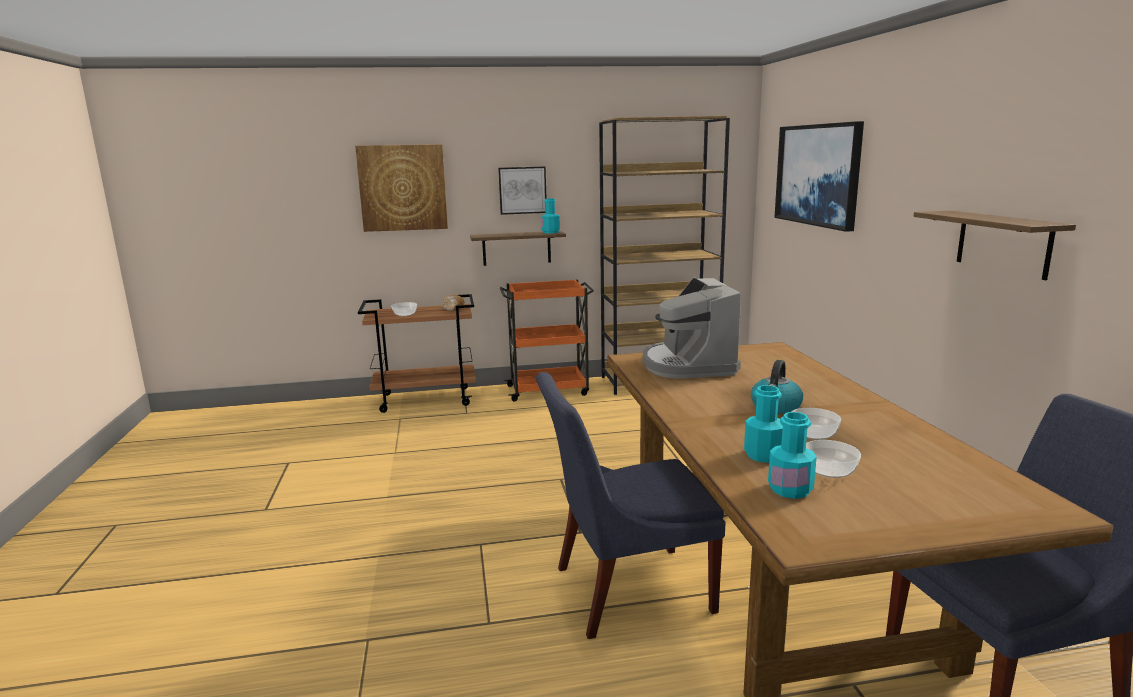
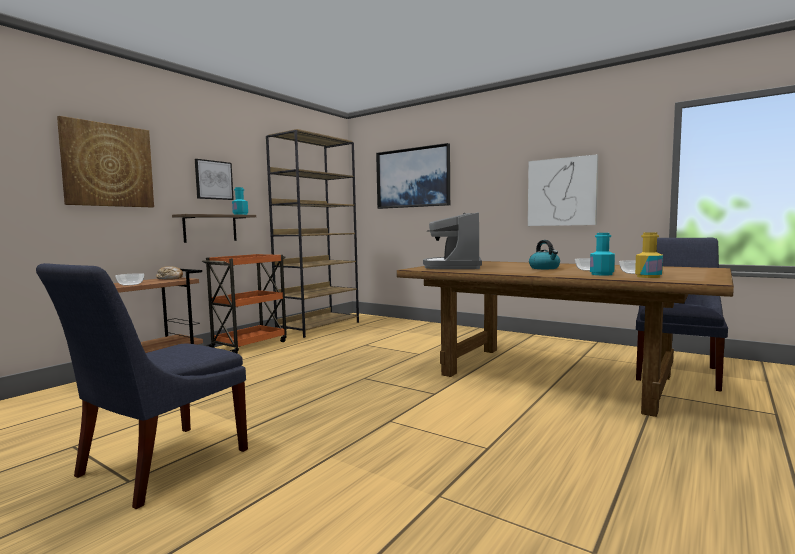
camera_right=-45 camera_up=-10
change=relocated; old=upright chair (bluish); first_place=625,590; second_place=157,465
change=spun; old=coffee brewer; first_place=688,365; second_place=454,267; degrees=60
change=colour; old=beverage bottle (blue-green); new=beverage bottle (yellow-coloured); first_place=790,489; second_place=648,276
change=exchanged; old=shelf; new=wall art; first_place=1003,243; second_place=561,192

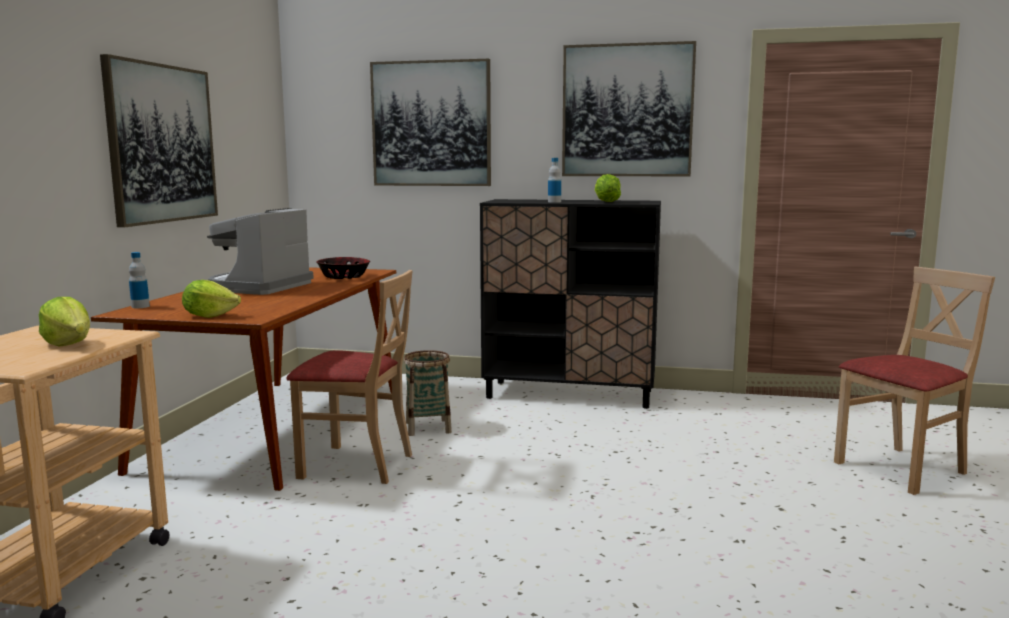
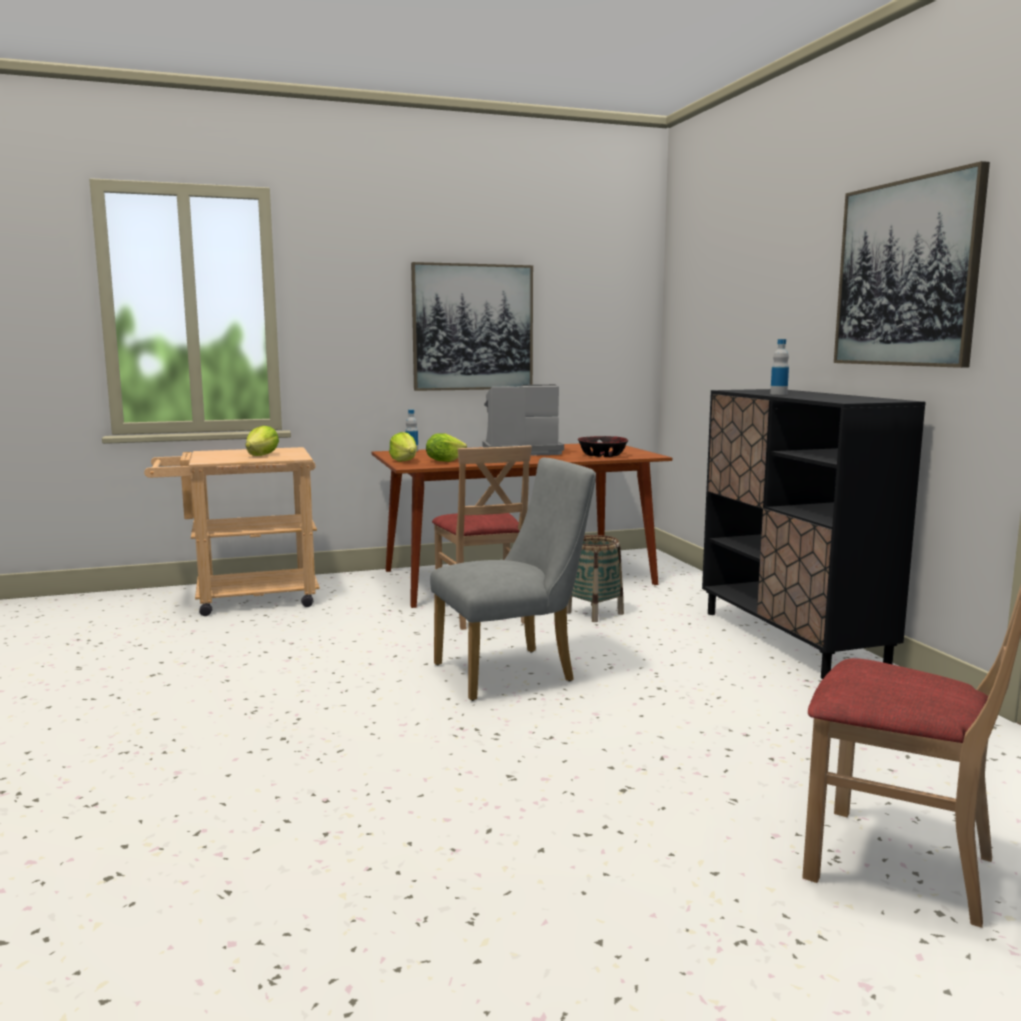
camera_right=60 camera_up=0
change=missing; old=wall art; first_place=431,124
change=relocated; old=lettuce head; first_place=606,202; second_place=444,461
change=appeared; new=upright chair (greyish); second_place=514,672

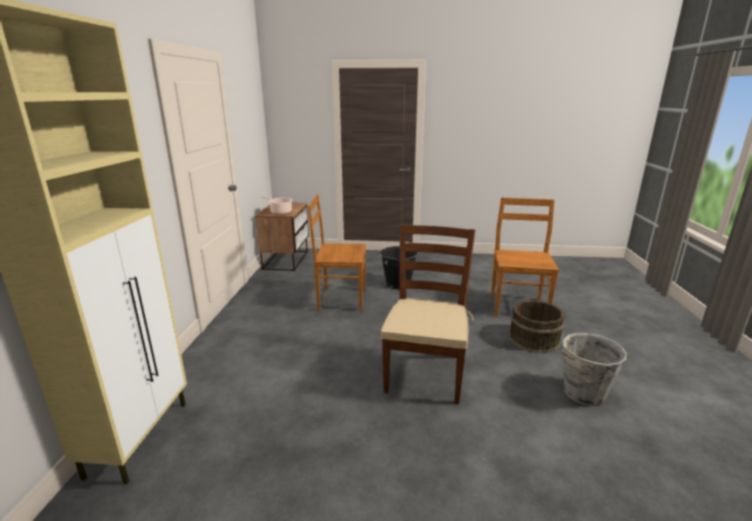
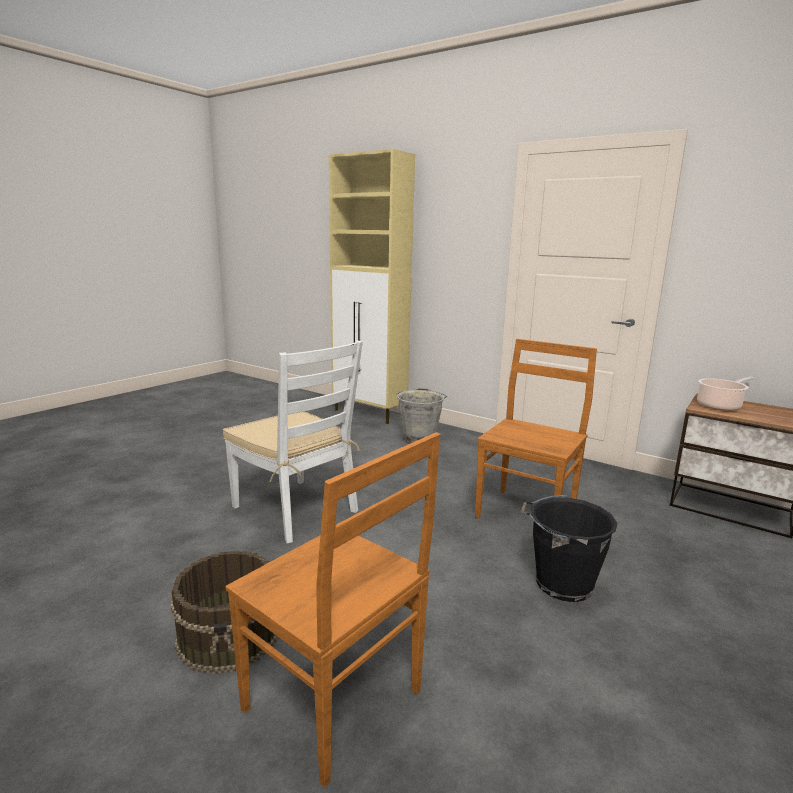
camera_right=120 camera_up=-5
change=colour; old=upright chair (brown-coloured); new=upright chair (white); first_place=425,372; second_place=296,509
change=relocated; old=bucket (greyish); first_place=582,393; second_place=419,438

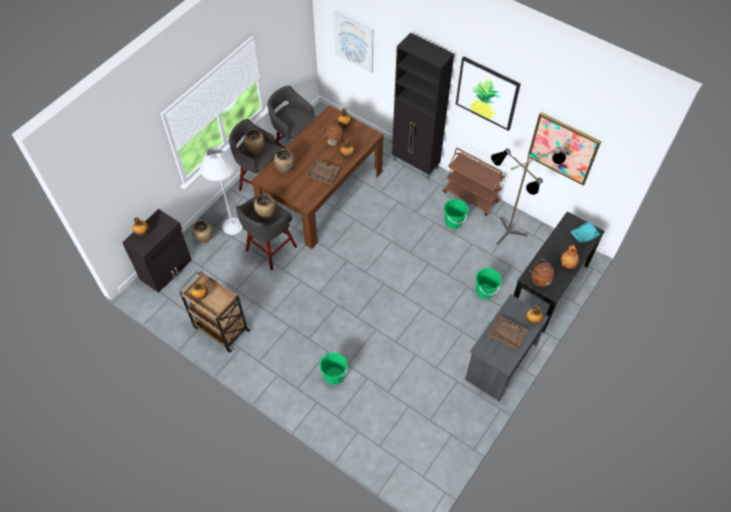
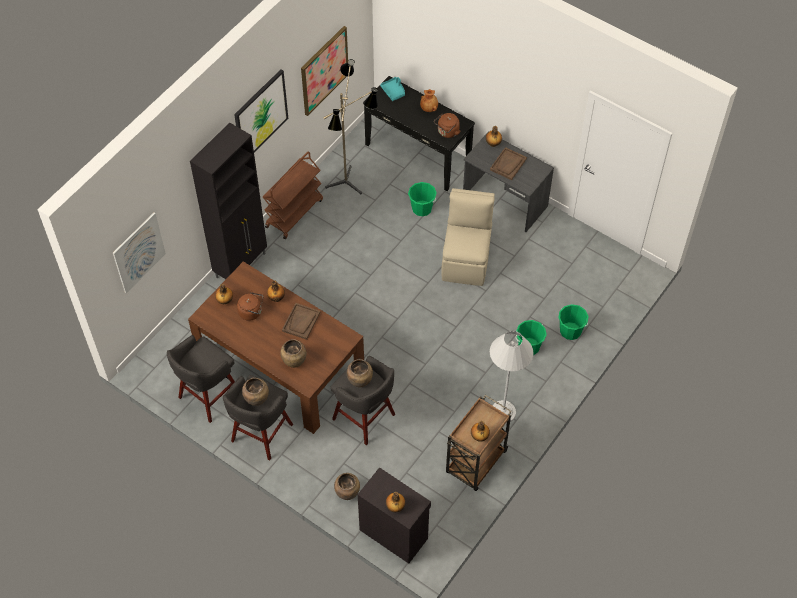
camera_right=-90 camera_up=0
change=relocated; old=floor lamp (white); first_place=232,226; second_place=503,412
change=relocated; old=bucket (green); first_place=453,222; second_place=570,331
change=appeared; new=upright chair (sand-coloured); second_place=466,260

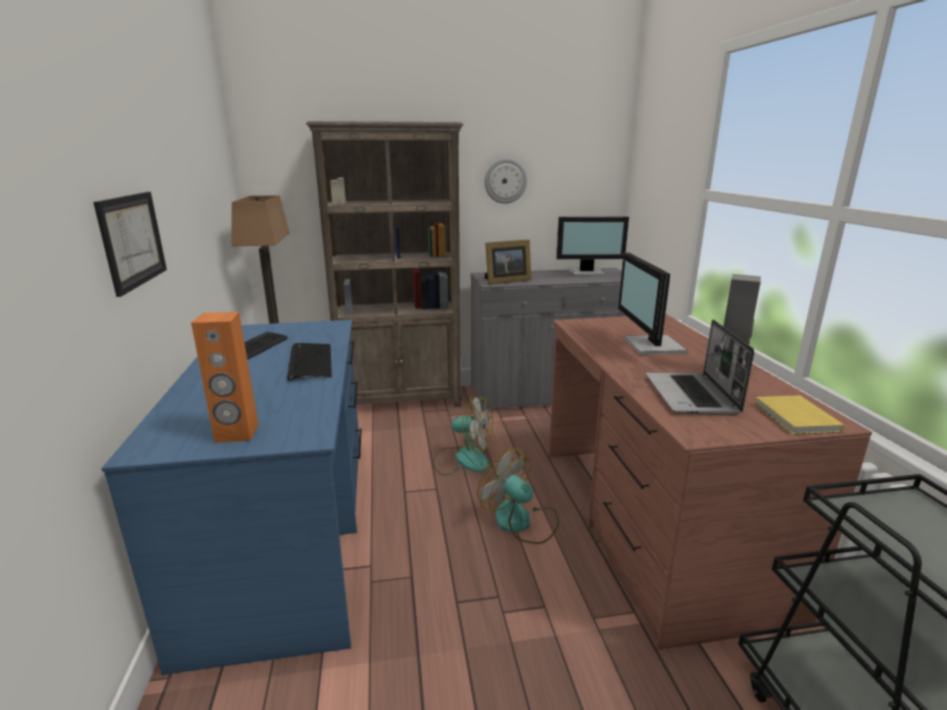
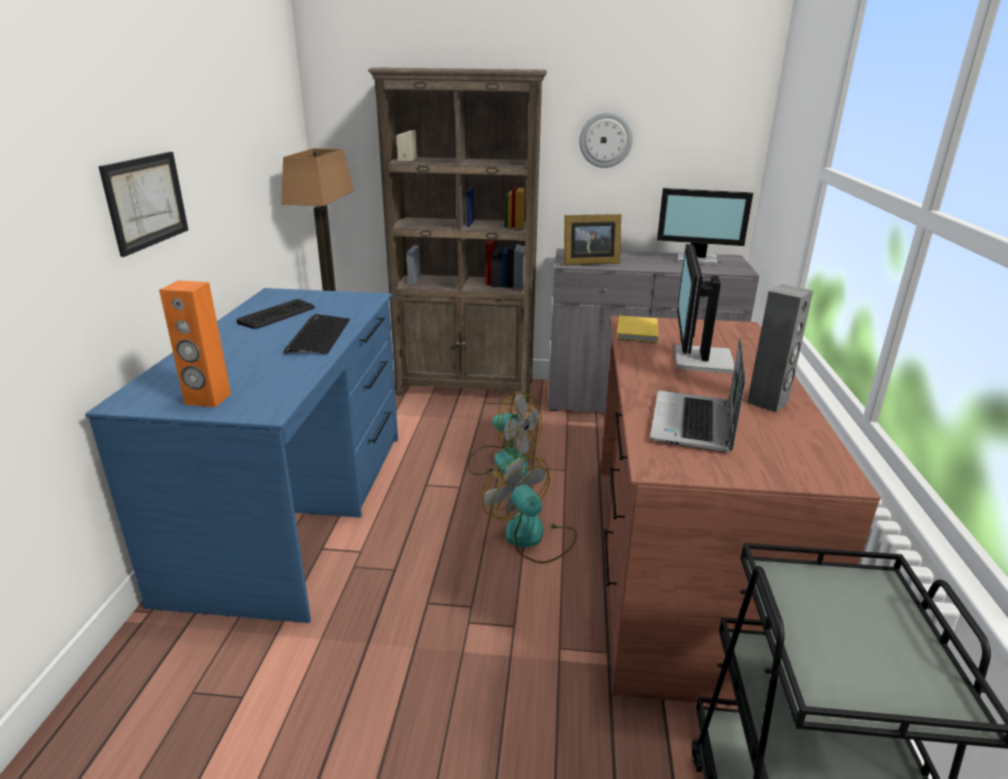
camera_right=15 camera_up=5
change=relocated; old=volume (yellow-coloured); first_place=795,418; second_place=636,332

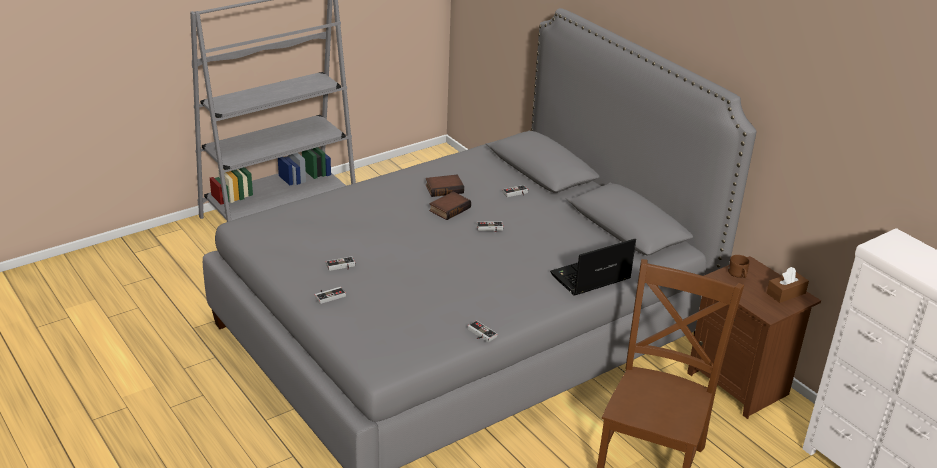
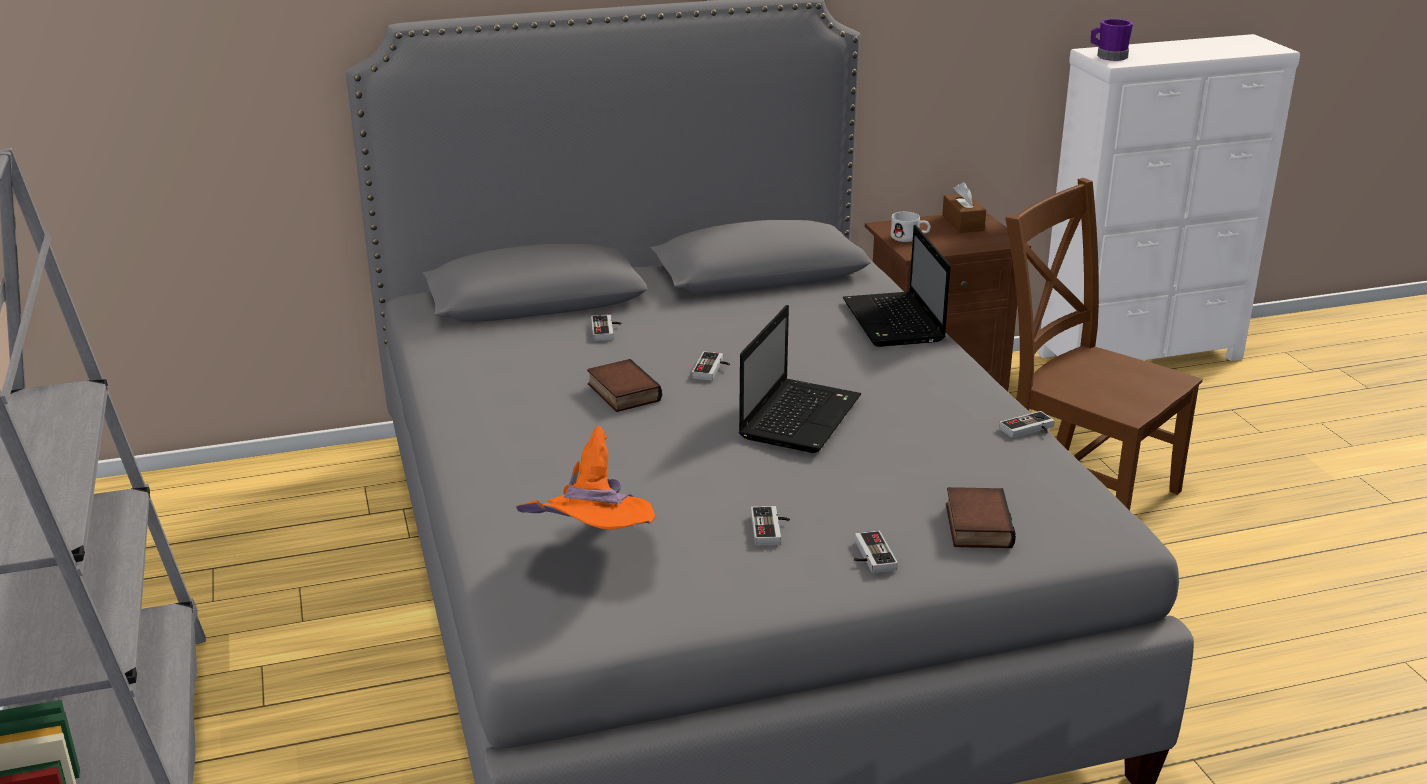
camera_right=-70 camera_up=-5
change=relocated; old=volume; first_place=444,188; second_place=975,525
change=colour; old=coffee mug (brown-coloured); new=coffee mug (white); first_place=738,275; second_place=910,238
change=appeared; new=hat (orange); second_place=595,552
change=appeared; new=laptop; second_place=800,416
change=appeared; new=coffee mug (purple); second_place=1108,56

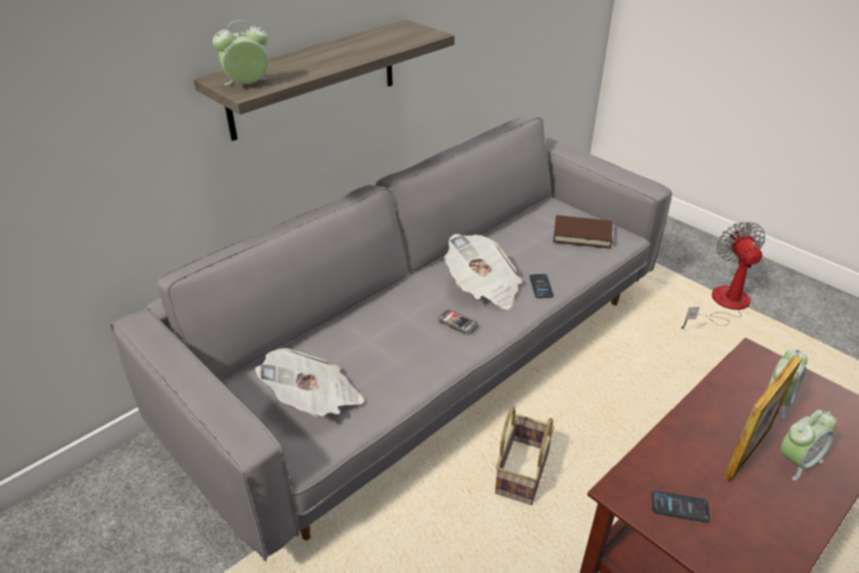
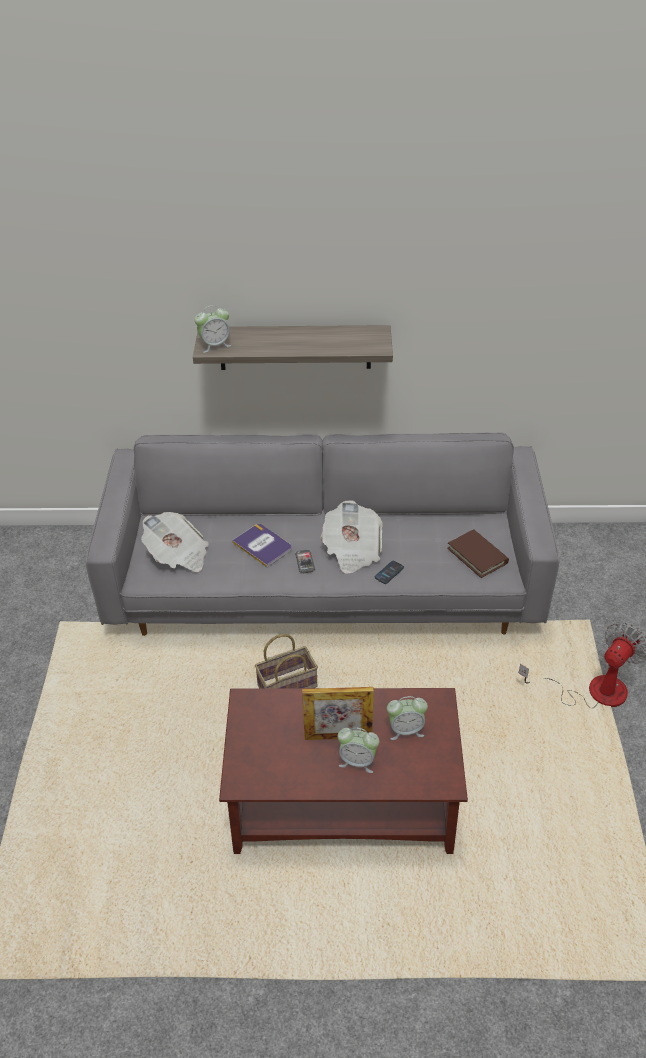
camera_right=45 camera_up=5
change=spun; old=table clock; first_place=248,85; second_place=215,345; degrees=135
change=missing; old=handset; first_place=679,507
change=appeared; new=volume; second_place=262,545

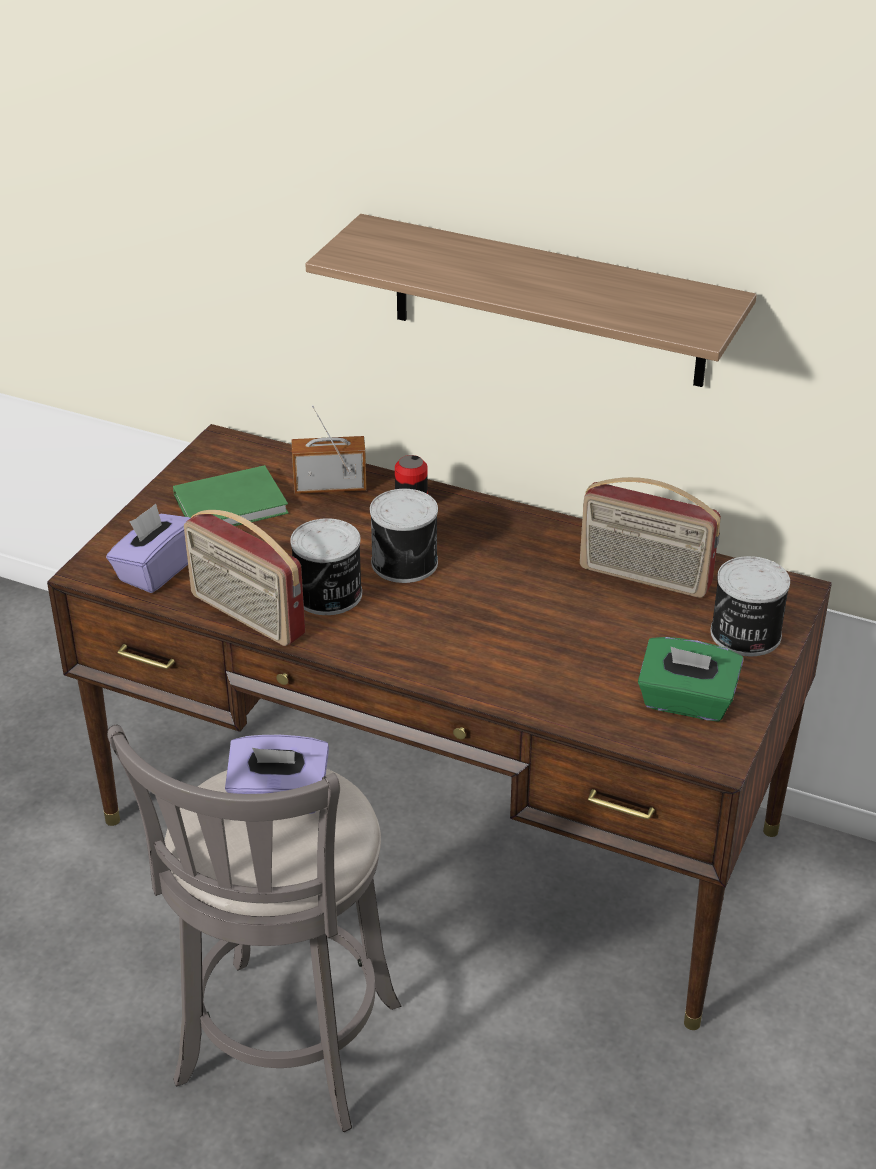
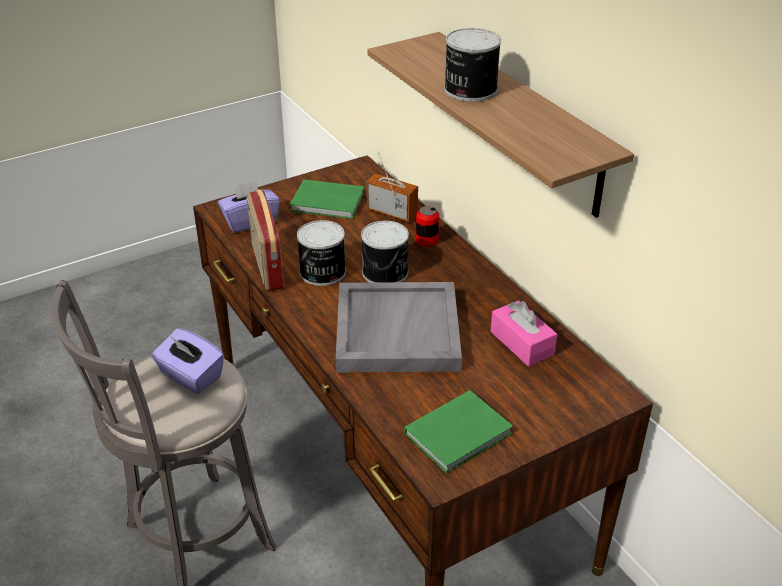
camera_right=35 camera_up=0
change=exchanged; old=radio receiver; new=tissue box (pinkish); first_place=644,577; second_place=522,343
change=exchanged; old=tissue box (green); new=volume (green); first_place=686,702; second_place=461,434
change=relocated; old=metal can; first_place=744,635; second_place=469,89
change=appeared; new=carrying tray (greyish); second_place=396,330

